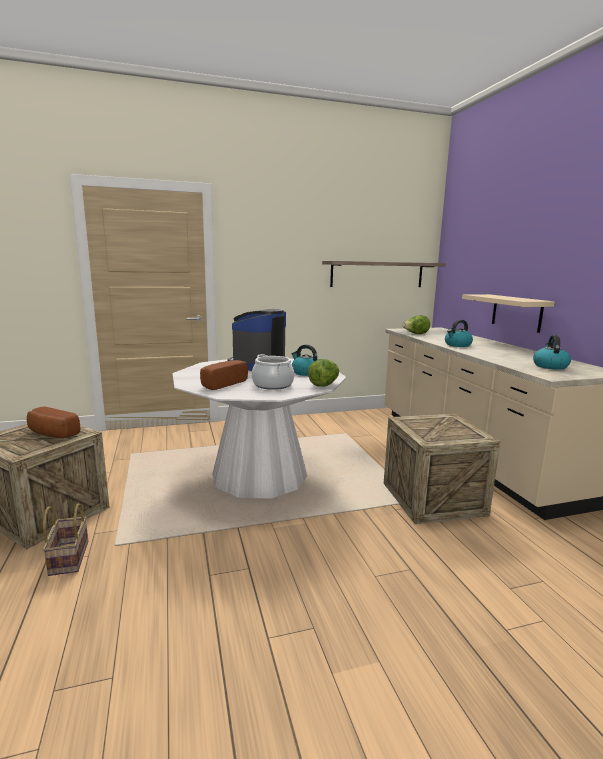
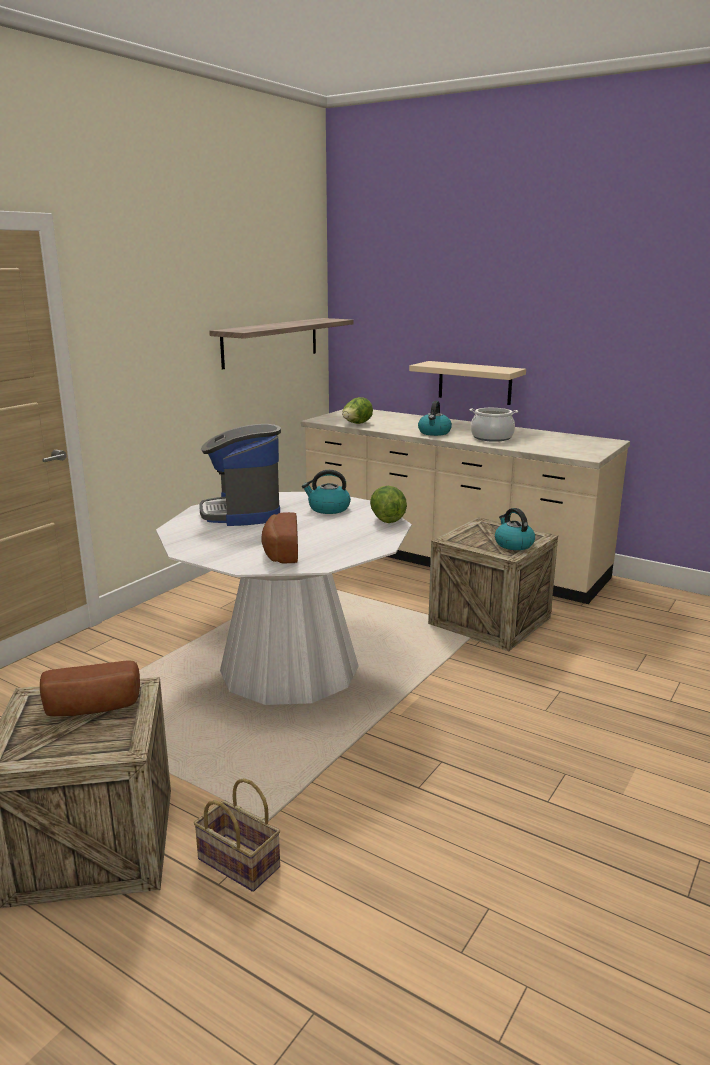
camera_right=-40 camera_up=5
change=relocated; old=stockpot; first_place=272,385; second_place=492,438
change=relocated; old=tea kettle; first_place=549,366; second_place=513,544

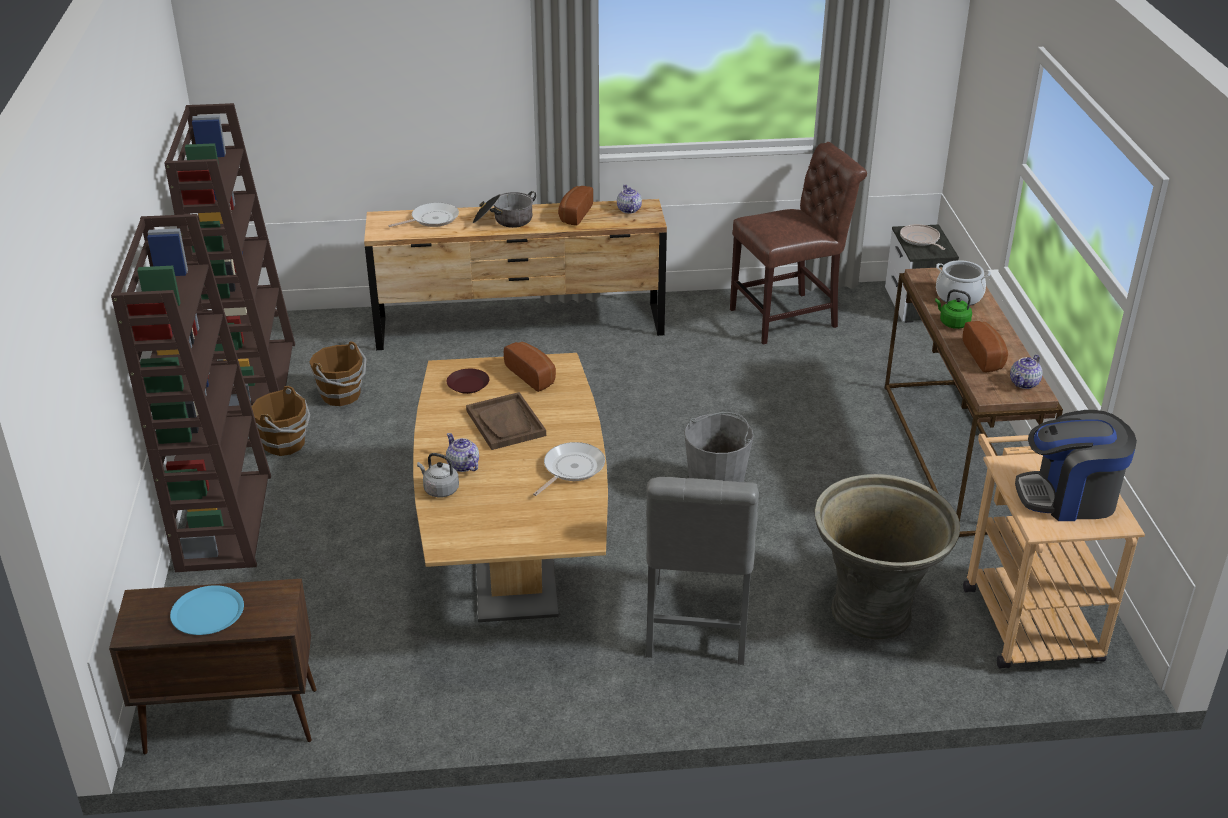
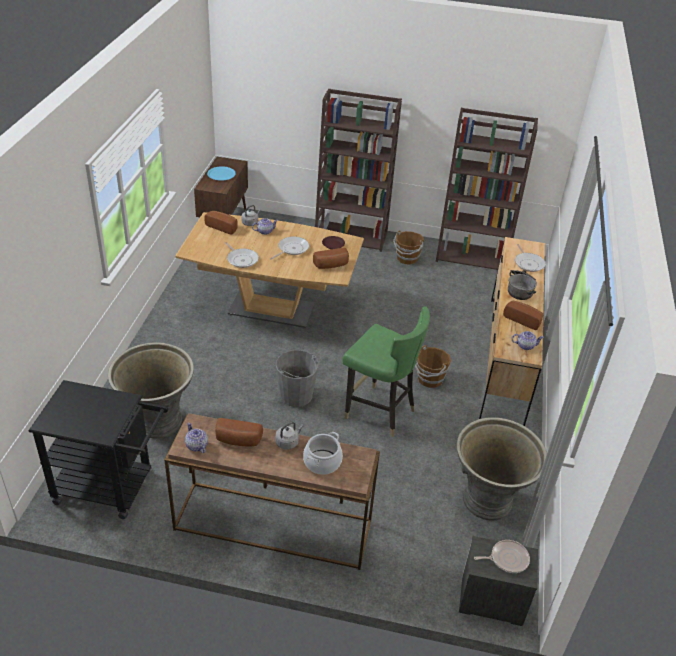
camera_right=105 camera_up=5
change=relocated; old=bucket (brown-coloured); first_place=342,395; second_place=429,379
change=exchanged; old=carrying tray (brown-coloured); new=skillet; first_place=506,423; second_place=292,249
change=missing; old=upright chair (greyish); first_place=696,627
change=exchanged; old=upright chair (brown-coloured); new=plant pot (greyish); first_place=789,317; second_place=488,501
change=colour; old=tea kettle (green); new=tea kettle (greyish); first_place=952,323; second_place=288,442
change=colour; old=trolley (sand-coloured); new=trolley (black-coloured); first_place=1026,614; second_place=112,487
change=missing; old=coffee brewer; first_place=1069,497
change=appeared; new=bread; second_place=223,227
change=appeared; new=upright chair (green); second_place=379,412

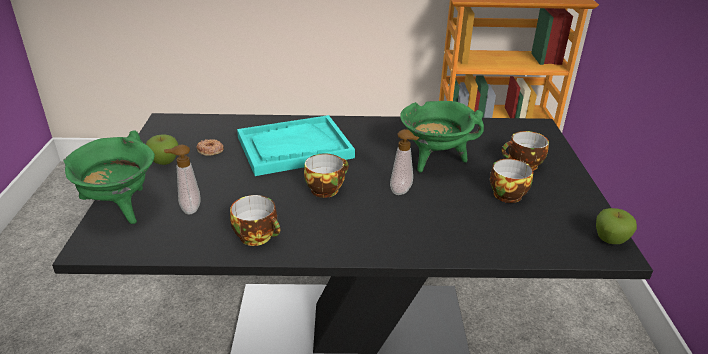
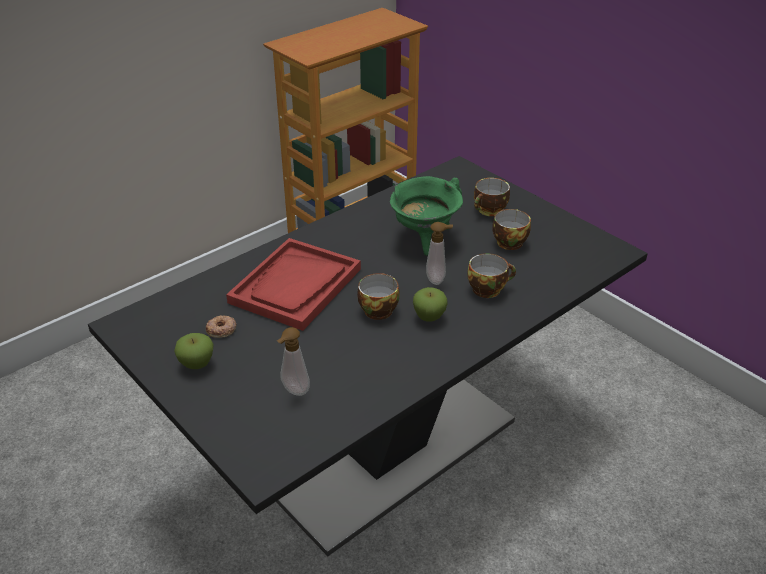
camera_right=-40 camera_up=5
change=missing; old=stockpot (green); first_place=120,208
change=relocated; old=cup; first_place=258,236; second_place=488,289
change=colour; old=carrying tray (blue-green); new=carrying tray (red); first_place=294,147; second_place=295,286
change=relocated; old=apple fruit; first_place=610,240; second_place=429,317

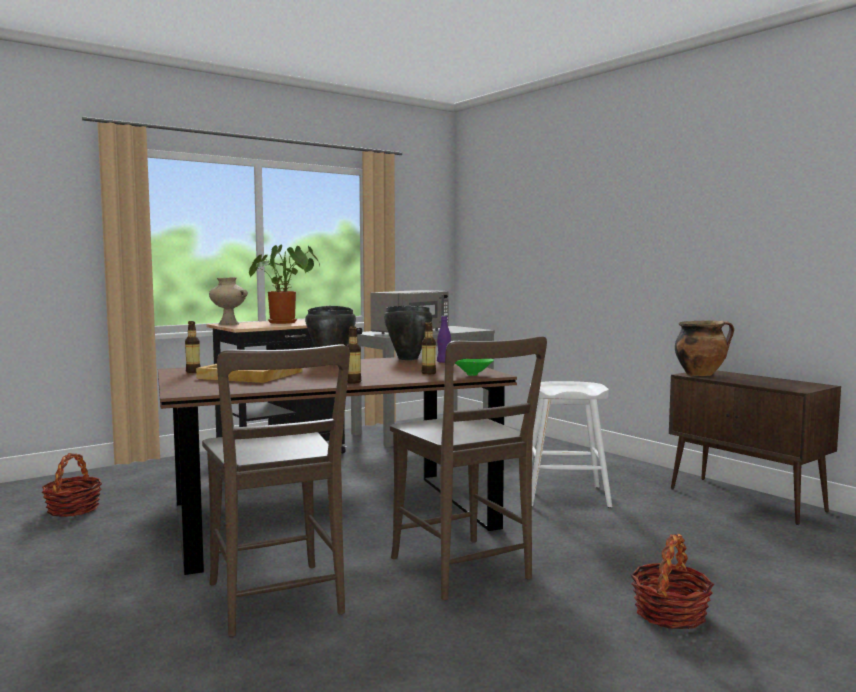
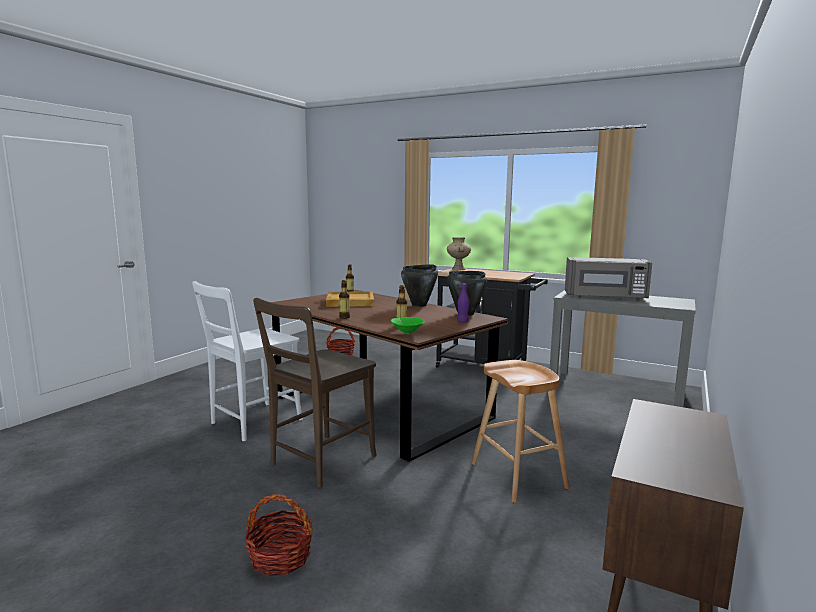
camera_right=65 camera_up=5
change=colour; old=upright chair (brown-coloured); new=upright chair (white); first_place=276,602; second_place=252,423
change=missing; old=houseplant; first_place=286,322
change=colour; old=stool (white); new=stool (brown-coloured); first_place=564,496; second_place=517,475
change=missing; old=stockpot; first_place=701,374

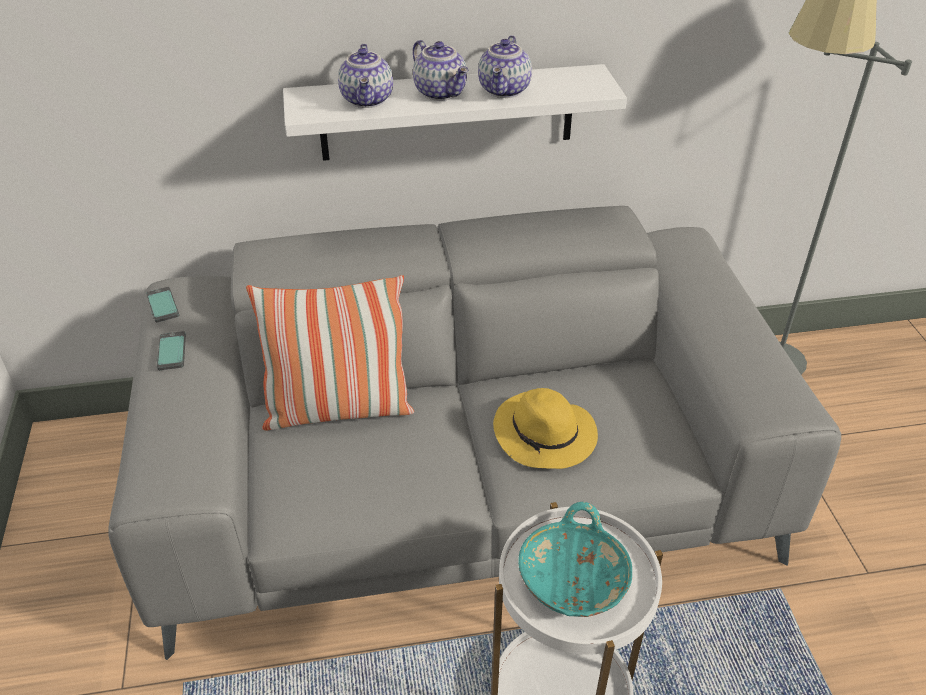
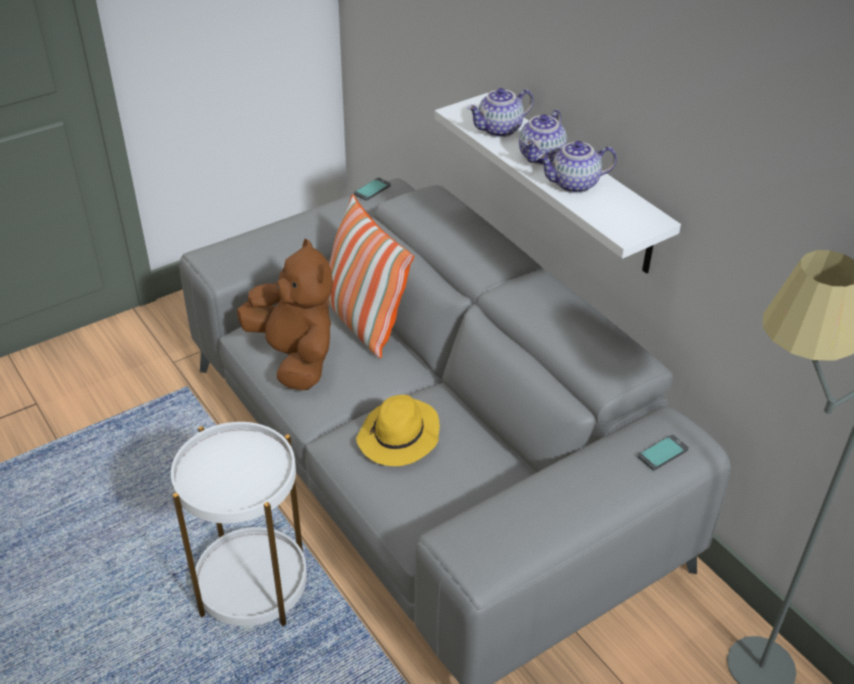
camera_right=65 camera_up=0
change=relocated; old=handset; first_place=171,351; second_place=662,453
change=missing; old=bowl (blue-green); first_place=573,577
change=appeared; new=cuddly toy (brown-coloured); second_place=295,357

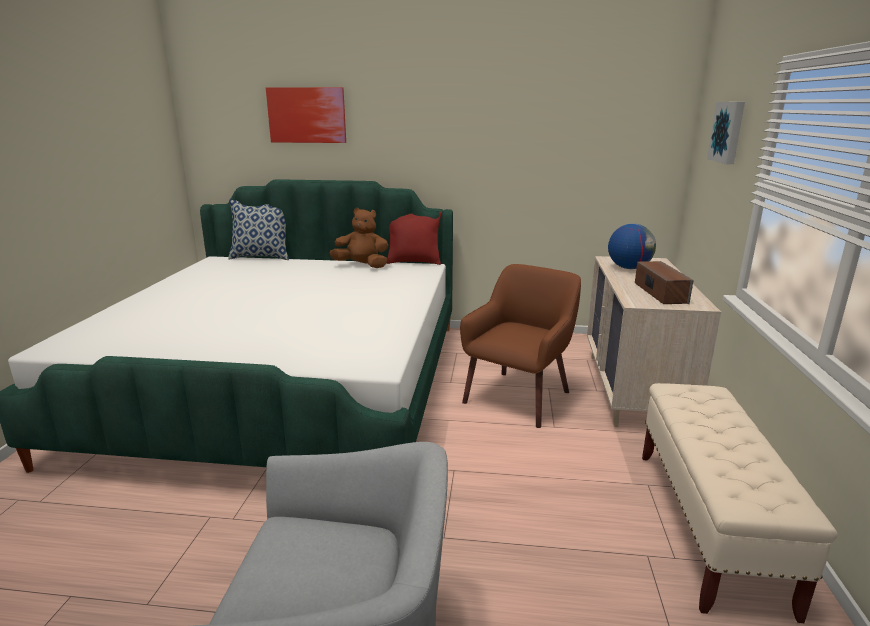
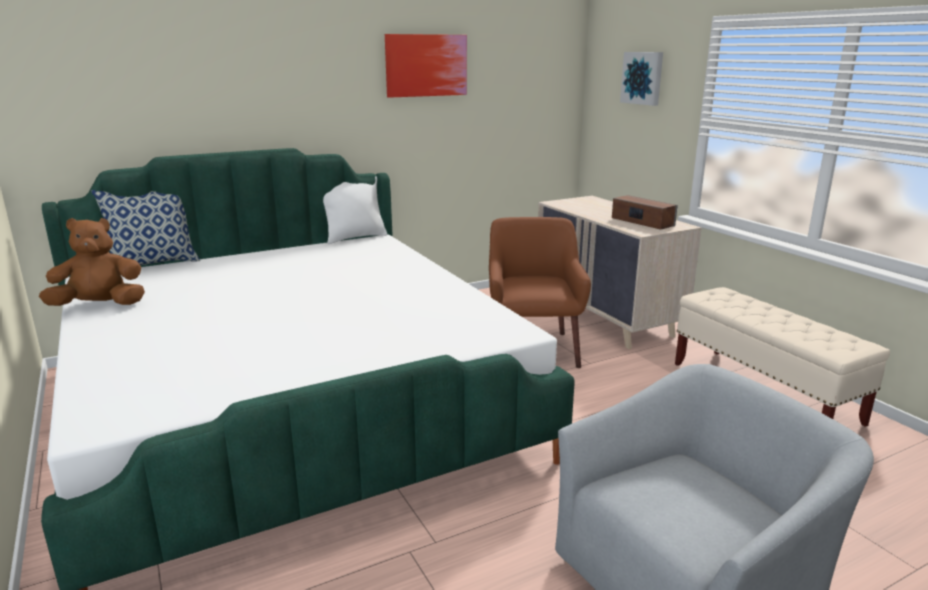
camera_right=-35 camera_up=0
change=relocated; old=wall art; first_place=307,115; second_place=426,65
change=relocated; old=cuddly toy (brown-coloured); first_place=362,266; second_place=100,306
change=colour; old=pillow (red); new=pillow (white); first_place=414,262; second_place=355,237
change=missing; old=world globe; first_place=628,268

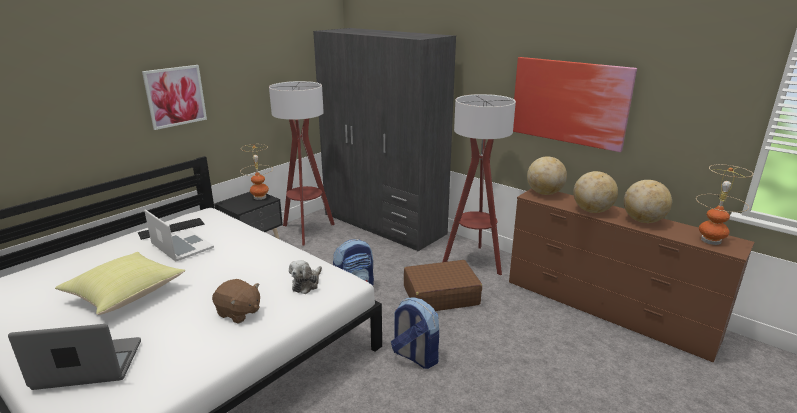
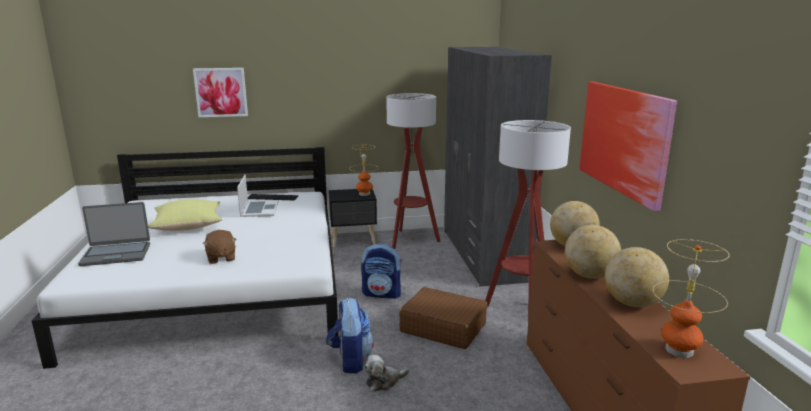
camera_right=40 camera_up=-5
change=spun; old=laptop; first_place=88,366; second_place=116,254; degrees=135
change=relocated; old=wall art; first_place=175,96; second_place=221,92
change=relocated; old=cuddly toy; first_place=306,284; second_place=384,382

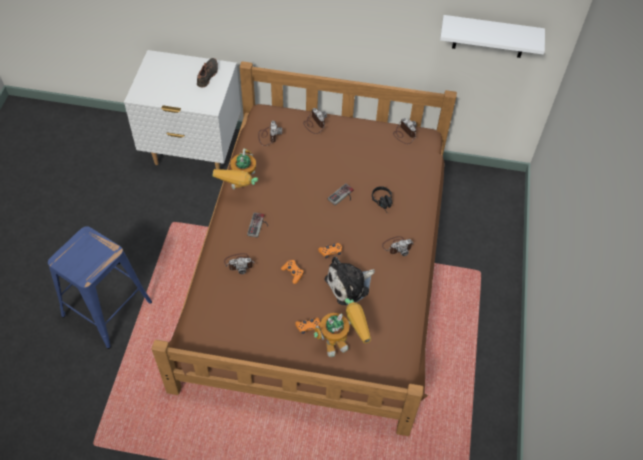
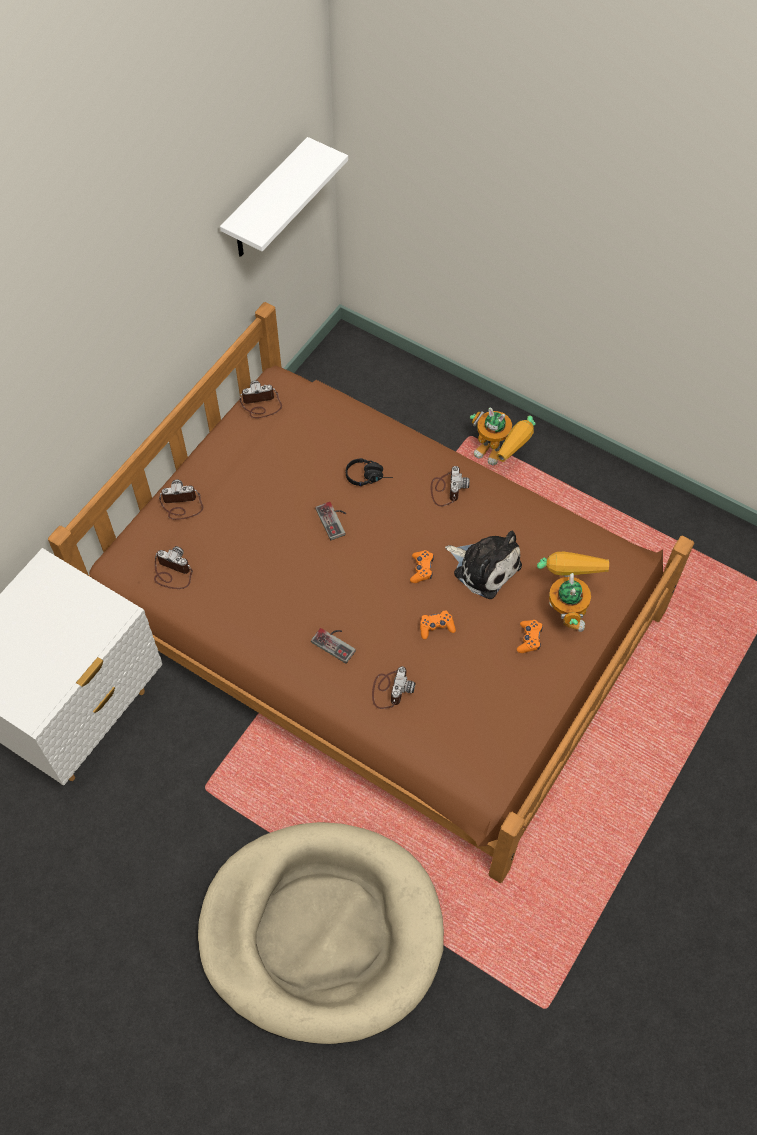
camera_right=-65 camera_up=5
change=exchanged; old=stool (bluish); new=pet bed (sand-coloured); first_place=106,308; second_place=321,932
change=missing; old=item of footwear (black-coloured); first_place=208,75
change=relocated; old=toy robot; first_place=241,189; second_place=499,456
change=spun; old=cuddly toy; first_place=349,285; second_place=484,567; degrees=-45

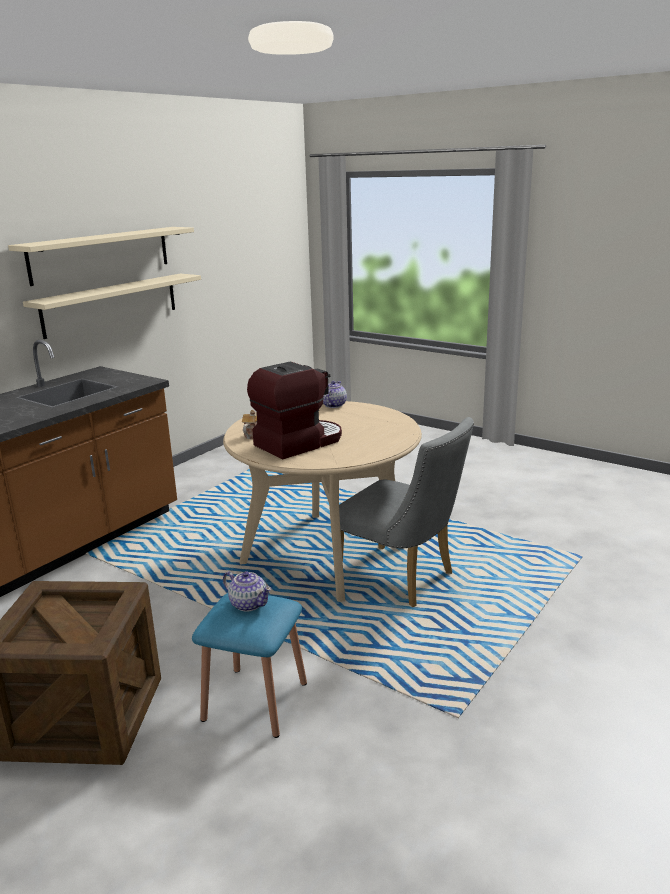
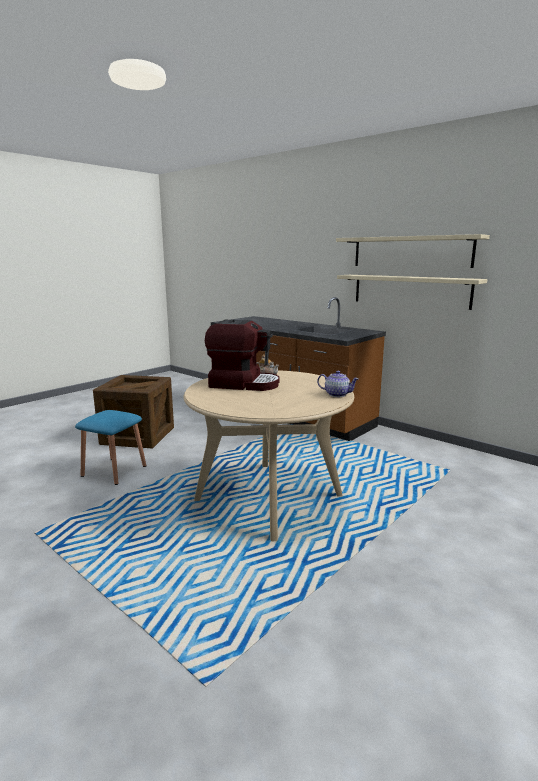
camera_right=95 camera_up=-5
change=missing; old=tea pot; first_place=248,604
change=spun; old=coffee brewer; first_place=298,442; second_place=243,384; degrees=-45
change=missing; old=upright chair (greyish); first_place=402,579

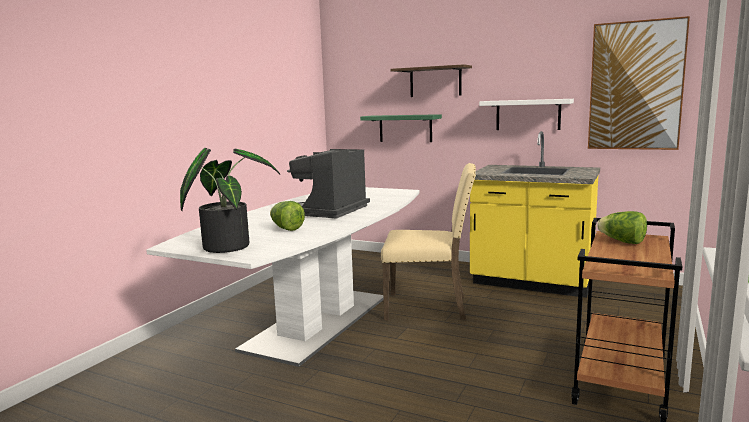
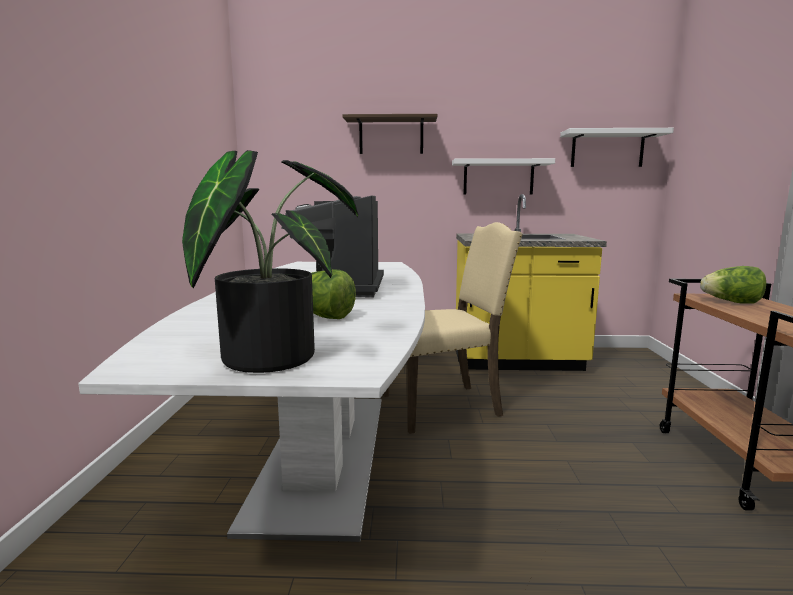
camera_right=-25 camera_up=0
change=missing; old=shelf (green); first_place=405,128
change=exchanged; old=wall art; new=shelf (white); first_place=635,86; second_place=607,149

